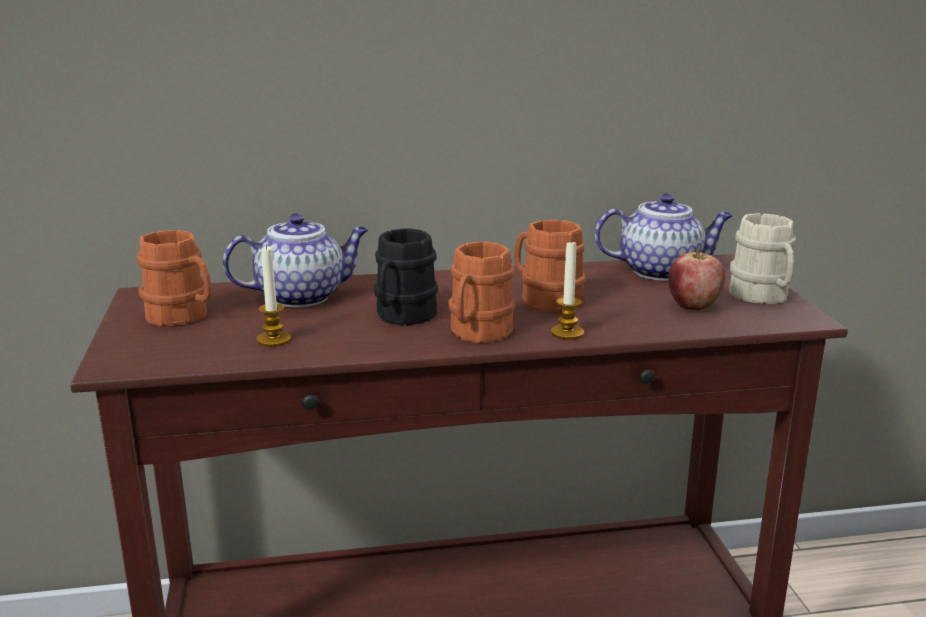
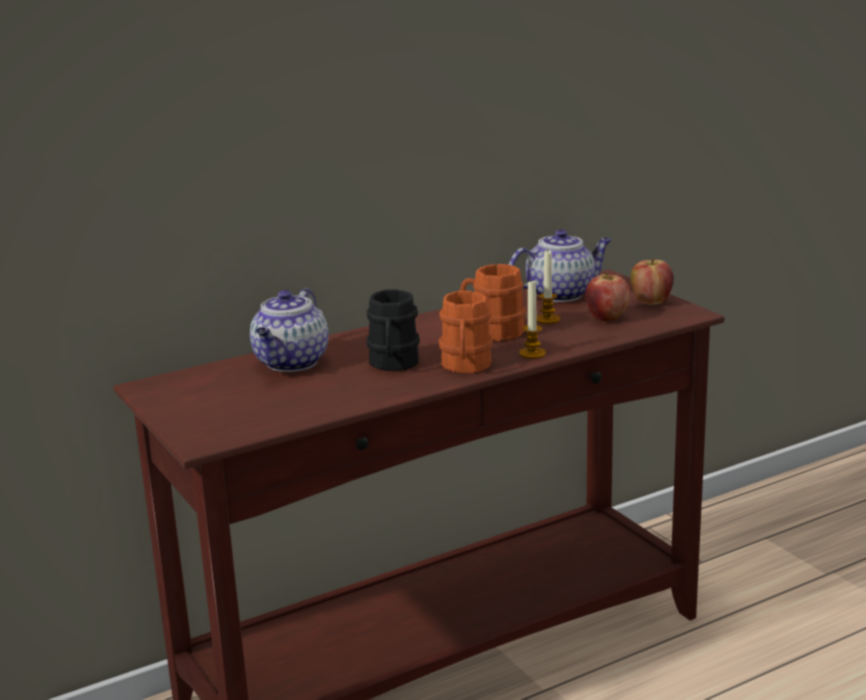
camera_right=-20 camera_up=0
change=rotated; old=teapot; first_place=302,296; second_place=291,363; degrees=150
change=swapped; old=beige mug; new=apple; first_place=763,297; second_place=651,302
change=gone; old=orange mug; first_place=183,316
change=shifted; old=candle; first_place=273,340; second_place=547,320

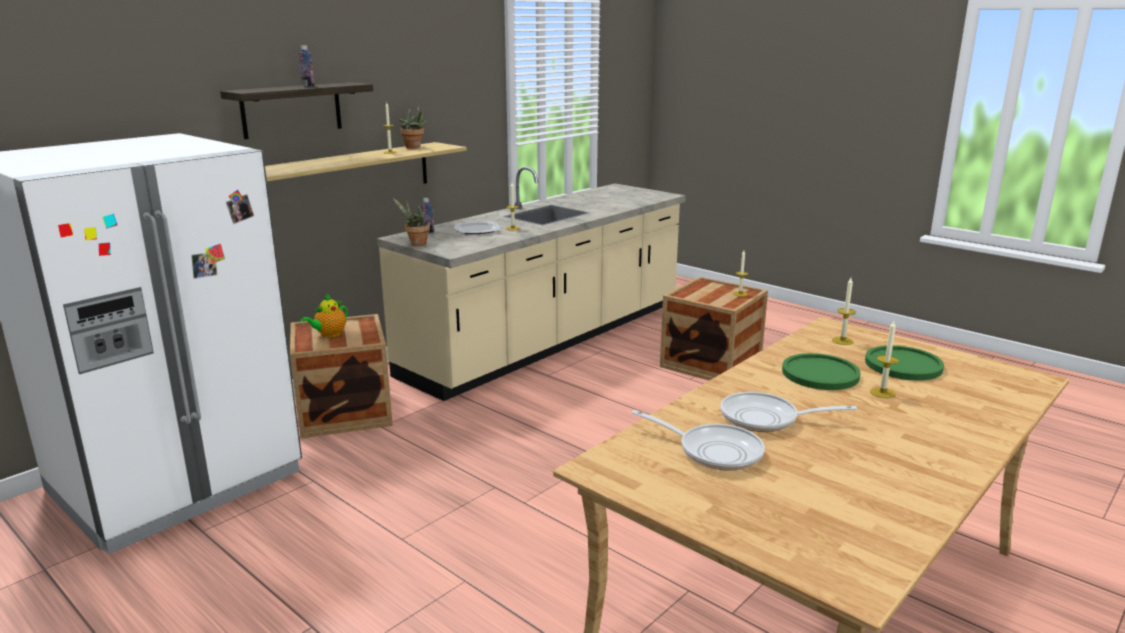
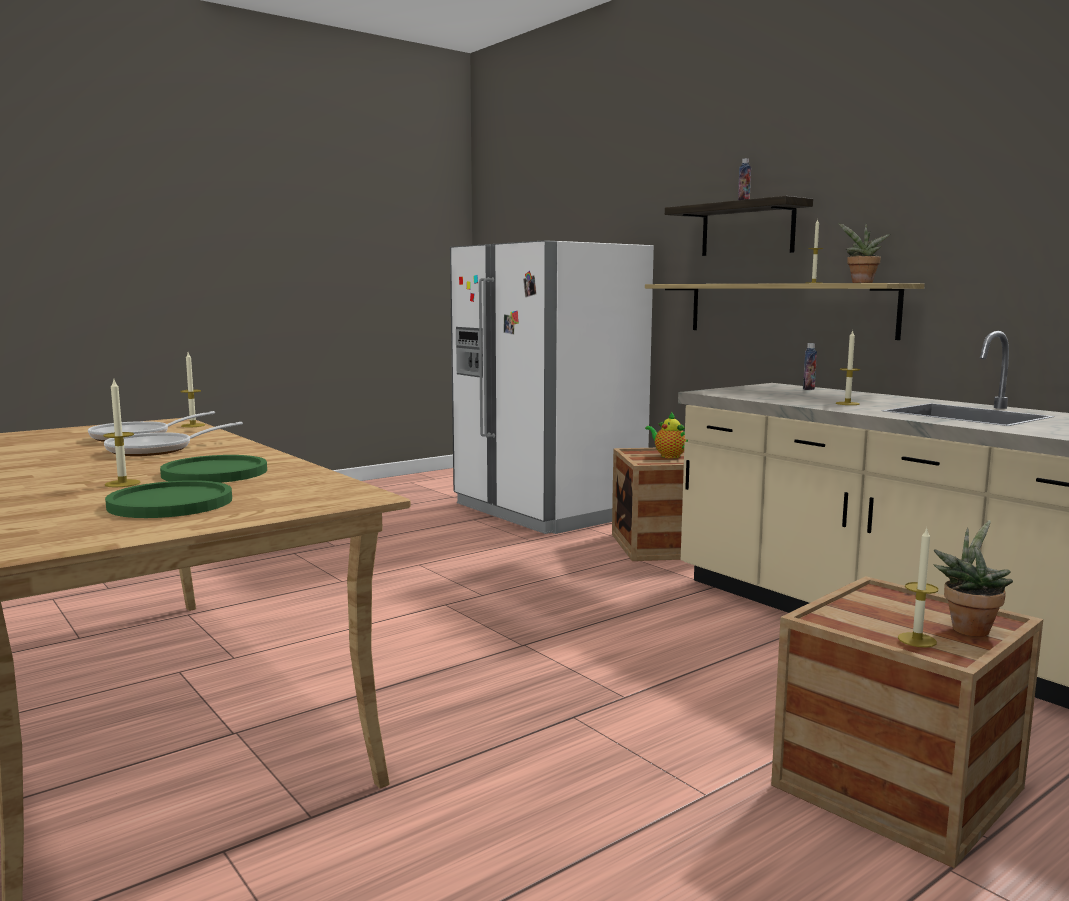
camera_right=100 camera_up=-10
change=shifted; old=potted plant; first_place=416,244; second_place=968,628
change=gone; old=plate; first_place=477,230
change=shifted; old=candle; first_place=842,341; second_place=193,425
change=rotated; old=frying pan; first_place=766,419; second_place=157,450; degrees=-150

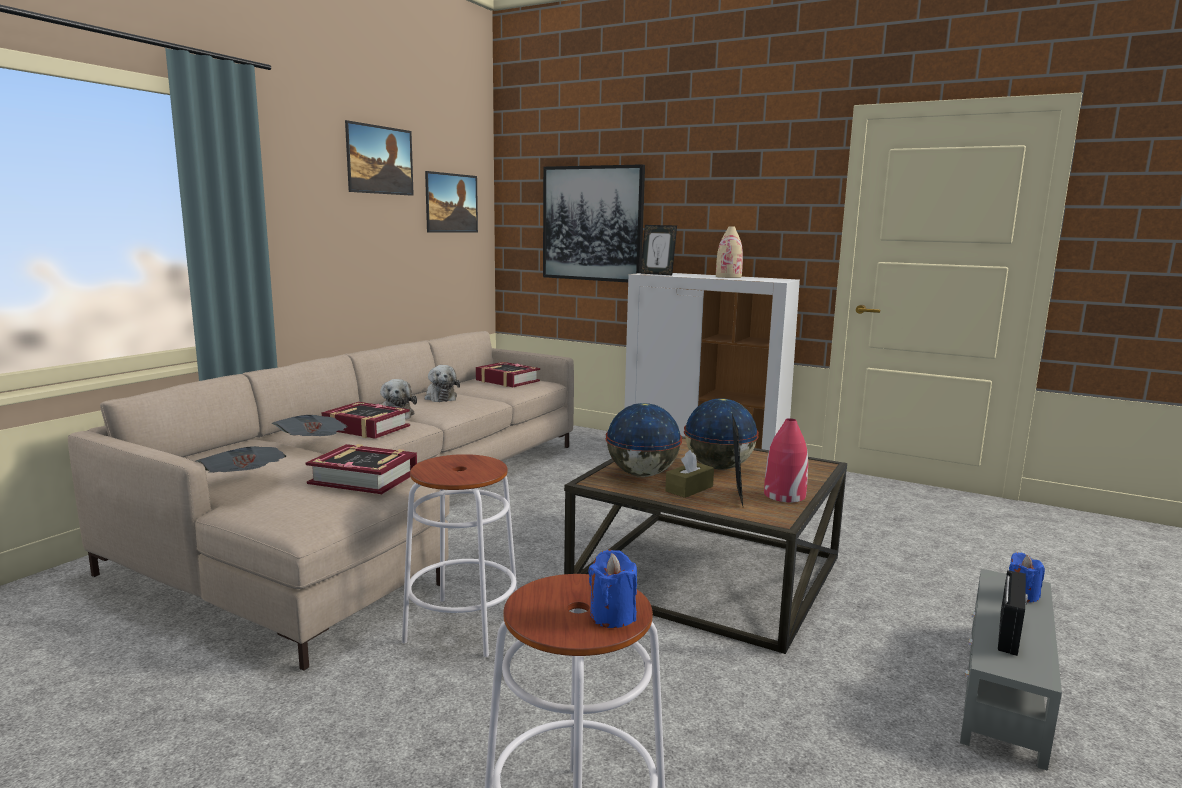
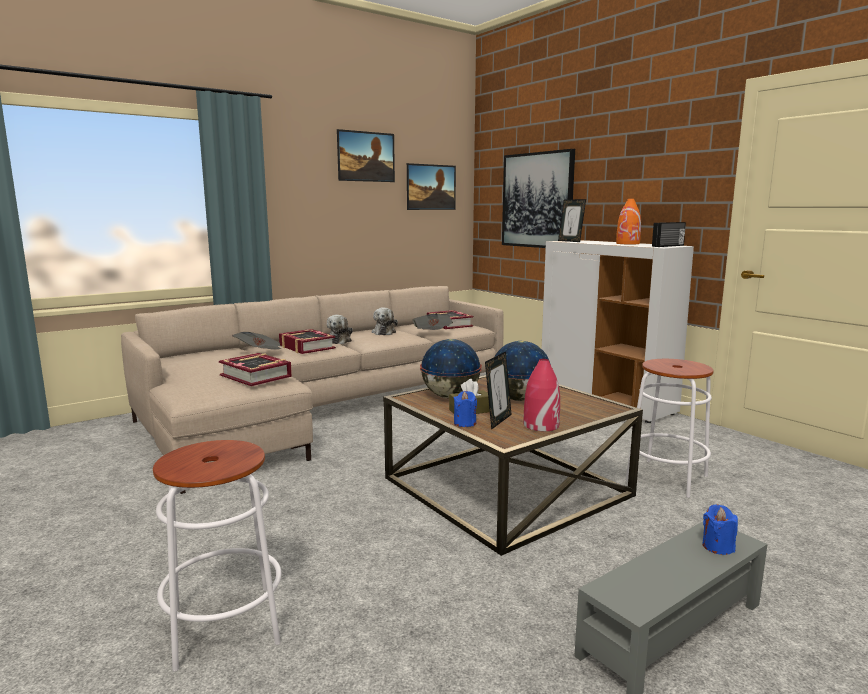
camera_right=25 camera_up=0
change=repainted; old=beige vase; new=orange vase; first_place=728,277; second_place=628,243
change=shifted; old=newspaper; first_place=244,482; second_place=432,333
change=shifted; old=white stool; first_place=462,626; second_place=666,477
change=shifted; old=blue candle; first_place=612,616; second_place=465,423
change=shifted; old=radio; first_place=1010,633; second_place=668,246

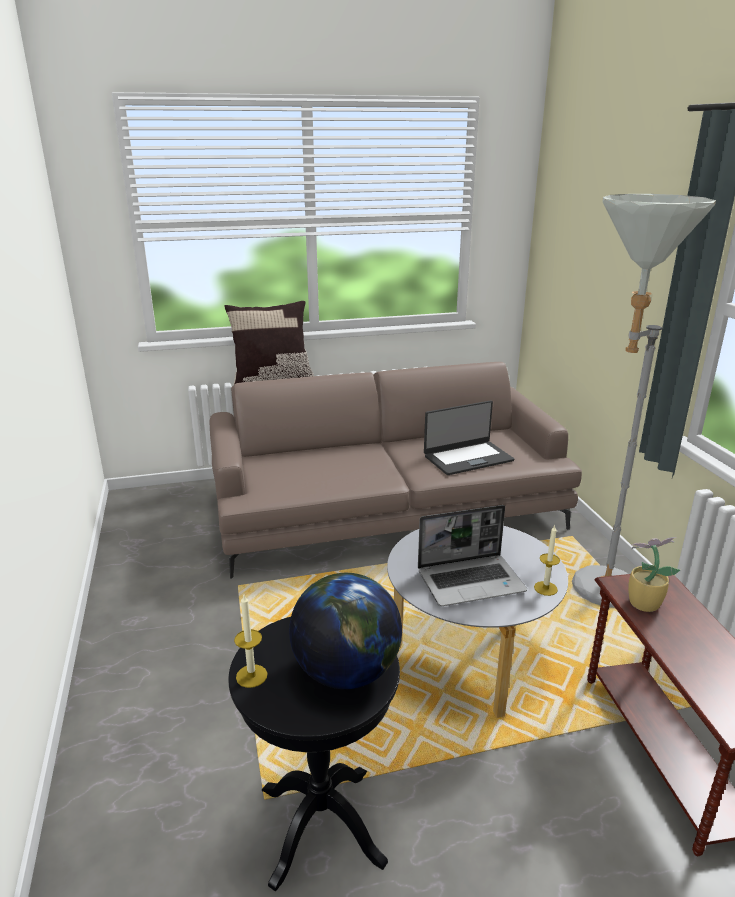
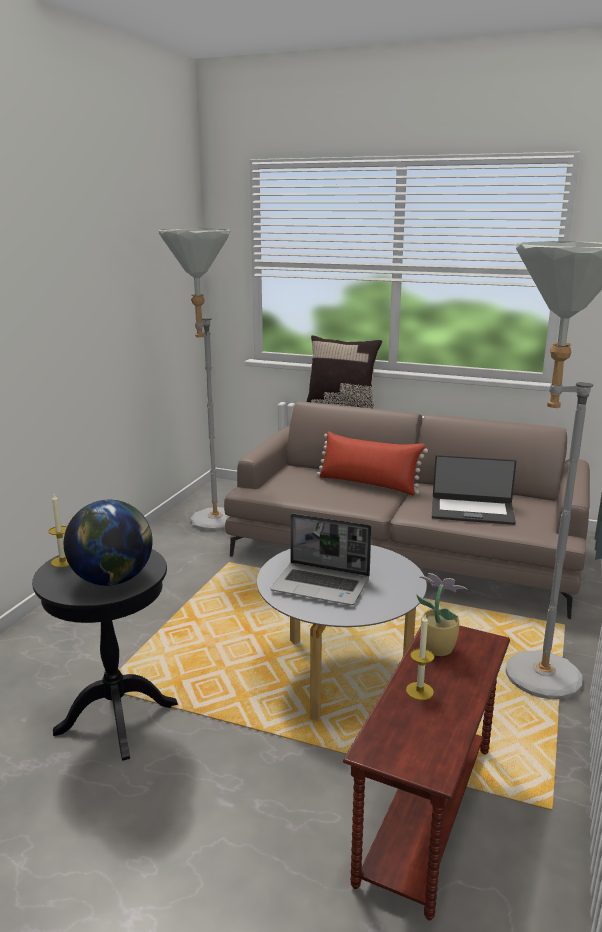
camera_right=35 camera_up=-5
change=shifted; old=candle; first_place=545,588; second_place=419,691
change=new; new=grey floor lamp; second_place=210,525
change=new; new=red pillow; second_place=368,484

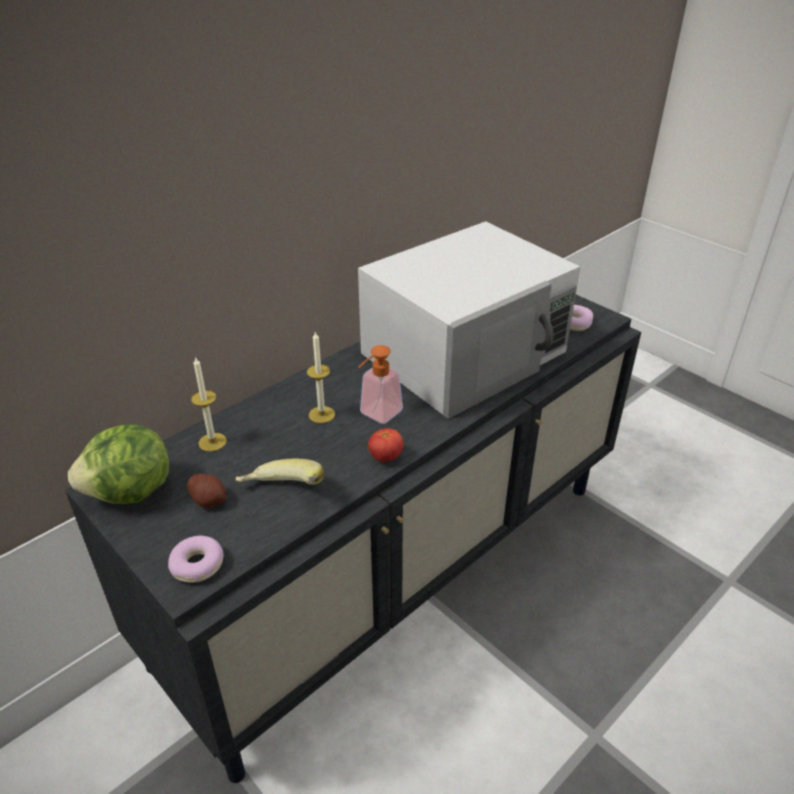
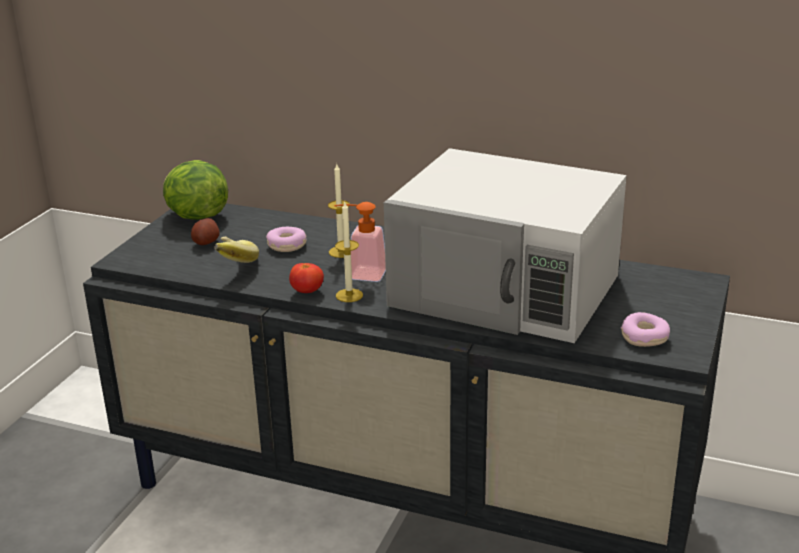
camera_right=65 camera_up=-10
change=shifted; old=candle; first_place=212,442; second_place=349,295
change=shifted; old=donut; first_place=197,565; second_place=287,246

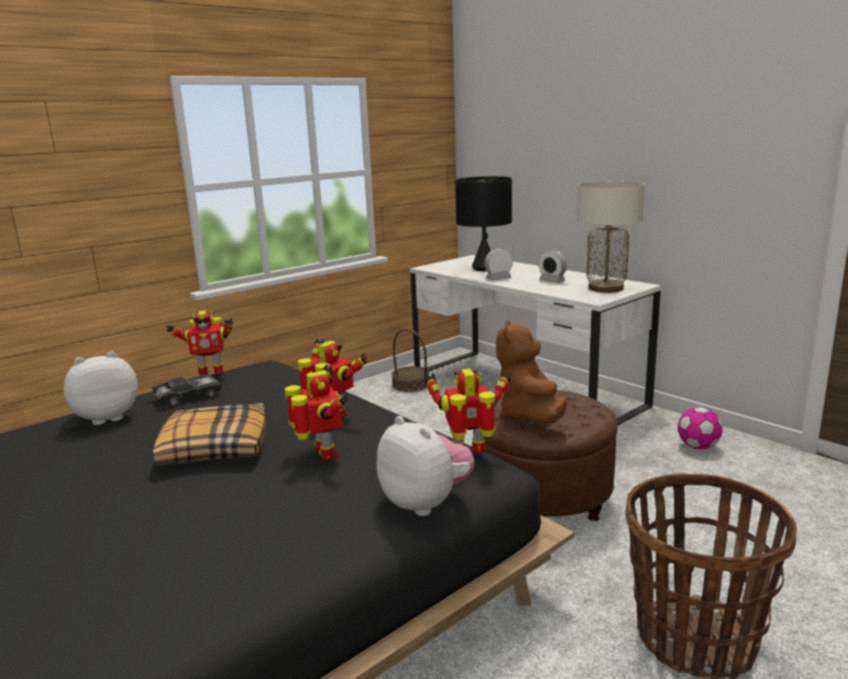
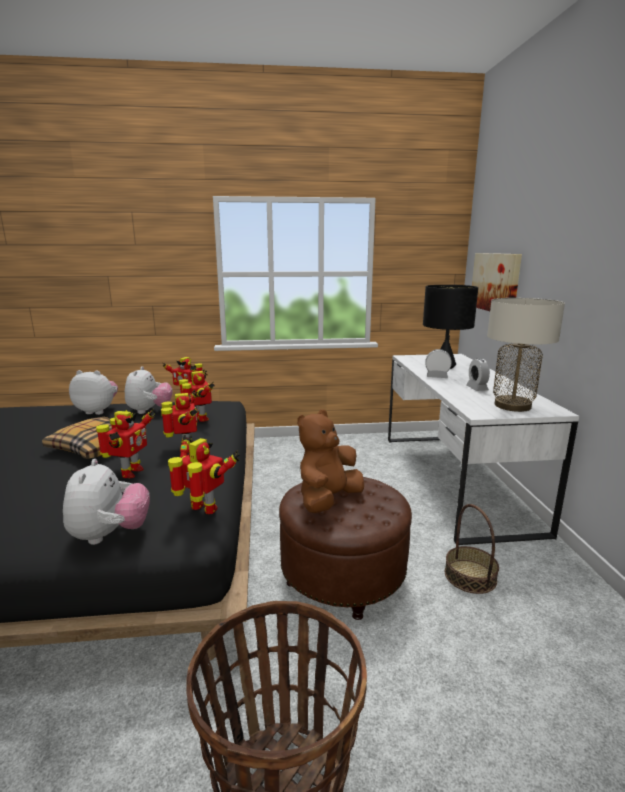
camera_right=35 camera_up=0
change=shifted; old=basket; first_place=411,385; second_place=470,576
change=swapped; old=black toy car; new=plush toy; first_place=188,396; second_place=149,411
change=gone; old=football; first_place=698,446
change=new; new=picture; second_place=495,282
change=new; new=toy robot; second_place=200,419

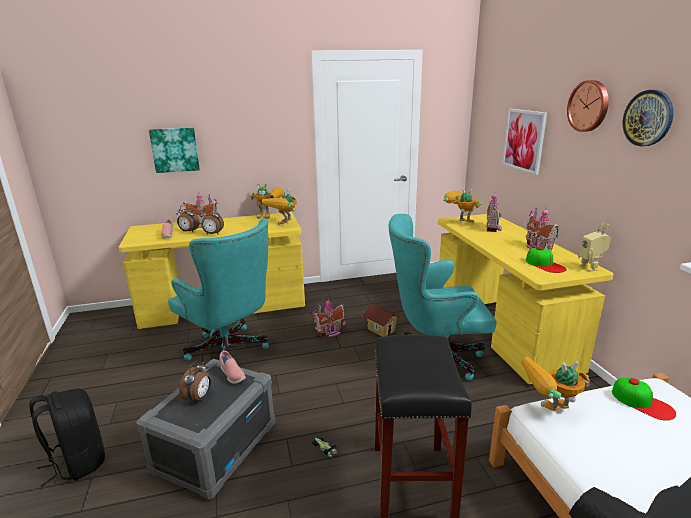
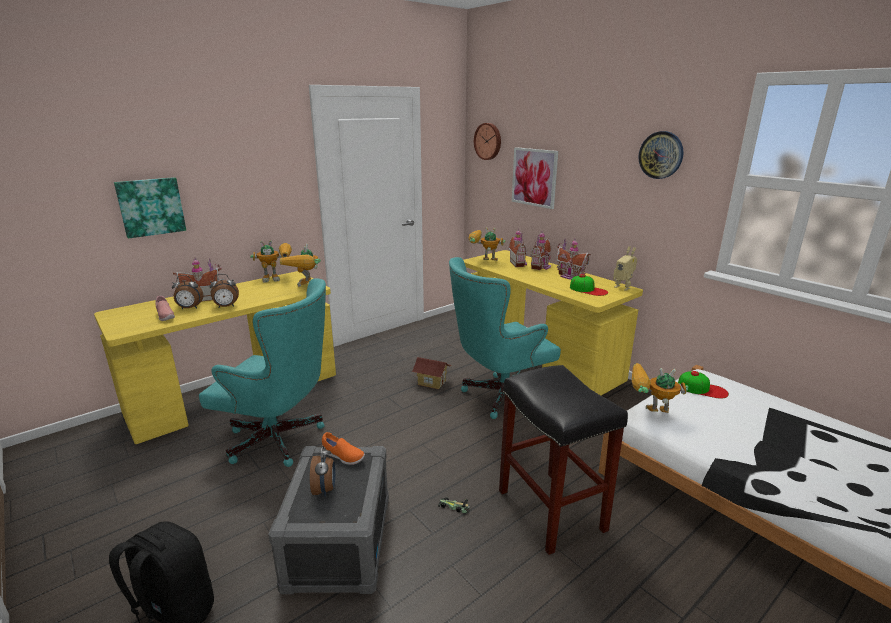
camera_right=-25 camera_up=0
change=shifted; old=wall clock; first_place=589,106; second_place=488,141
change=shifted; old=toy house; first_place=330,332; second_place=542,267
change=repainted; old=pink shoe; new=orange shoe; first_place=232,375; second_place=343,457
change=rotated; old=toy robot; first_place=548,413; second_place=649,414; degrees=45

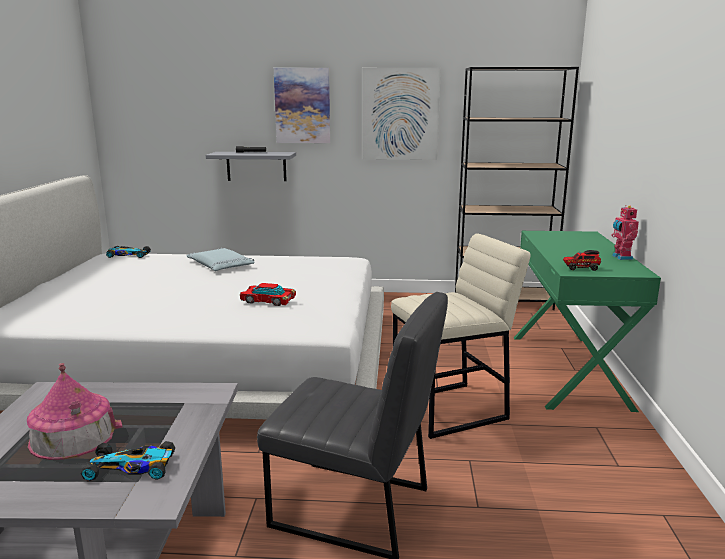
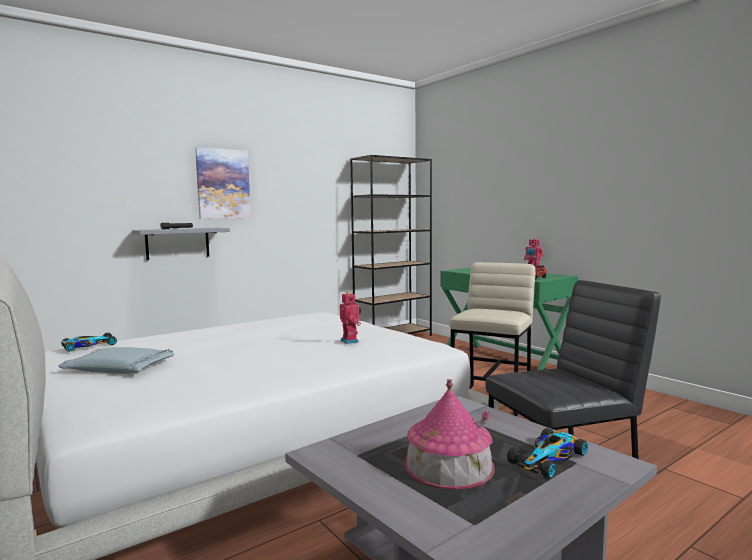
camera_right=-40 camera_up=-10
change=gone; old=picture; first_place=400,114
change=shifted; old=blue pillow; first_place=220,264; second_place=119,367
change=swapped; old=toy car; new=toy robot; first_place=268,300; second_place=350,341

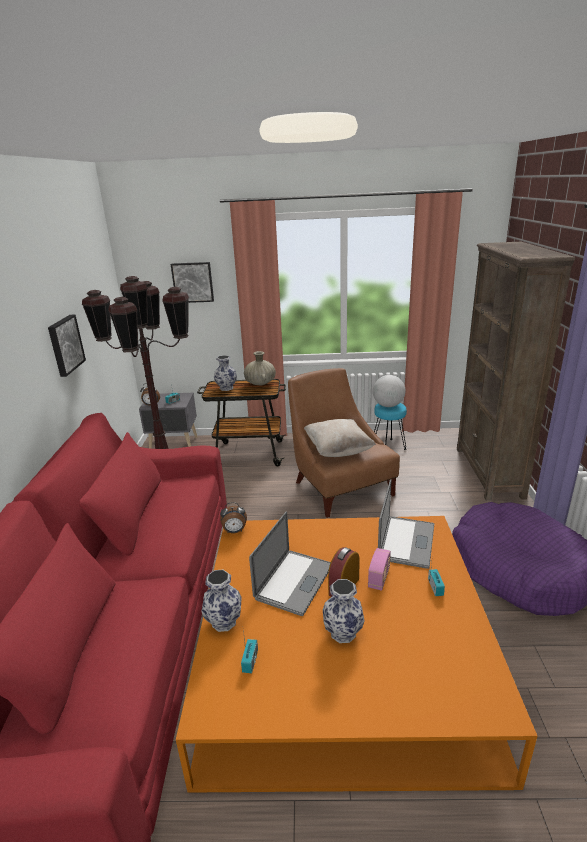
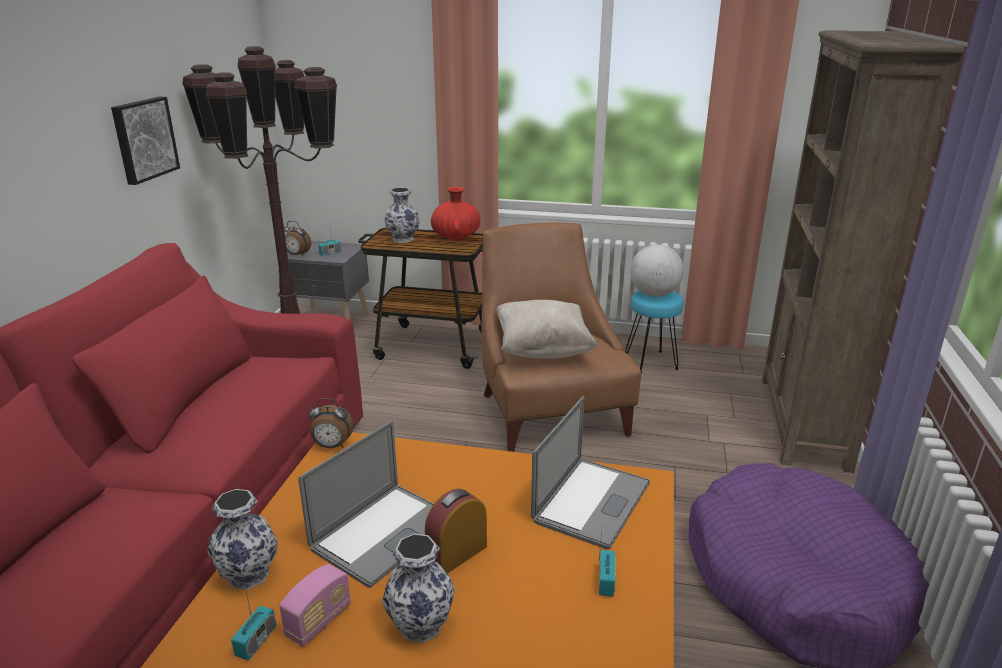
camera_right=10 camera_up=0
change=gone; old=picture; first_place=193,282
change=repainted; old=beige vase; new=red vase; first_place=260,383; second_place=456,237
change=shifted; old=radio; first_place=379,578; second_place=319,621

